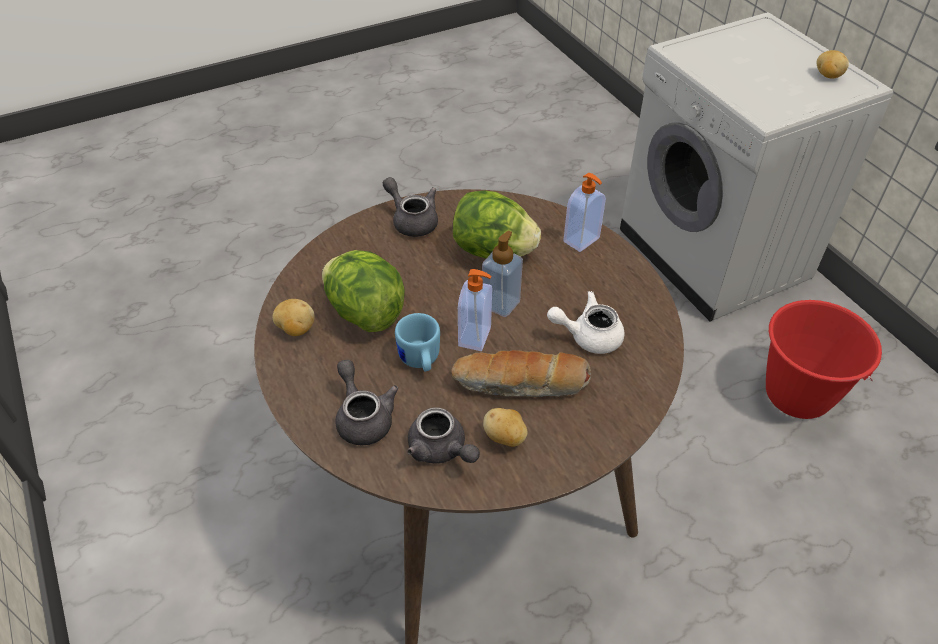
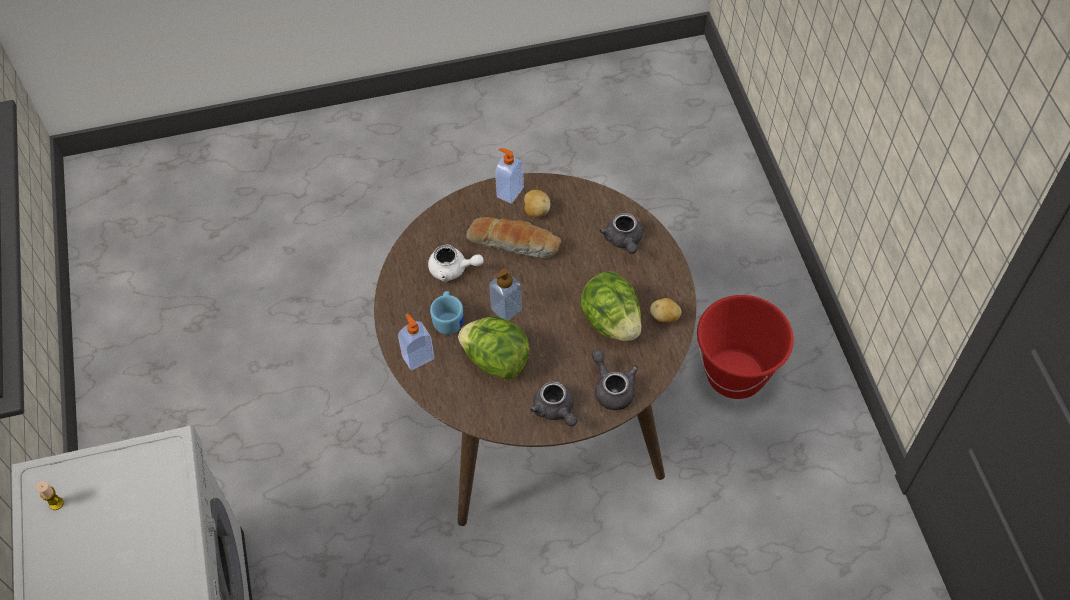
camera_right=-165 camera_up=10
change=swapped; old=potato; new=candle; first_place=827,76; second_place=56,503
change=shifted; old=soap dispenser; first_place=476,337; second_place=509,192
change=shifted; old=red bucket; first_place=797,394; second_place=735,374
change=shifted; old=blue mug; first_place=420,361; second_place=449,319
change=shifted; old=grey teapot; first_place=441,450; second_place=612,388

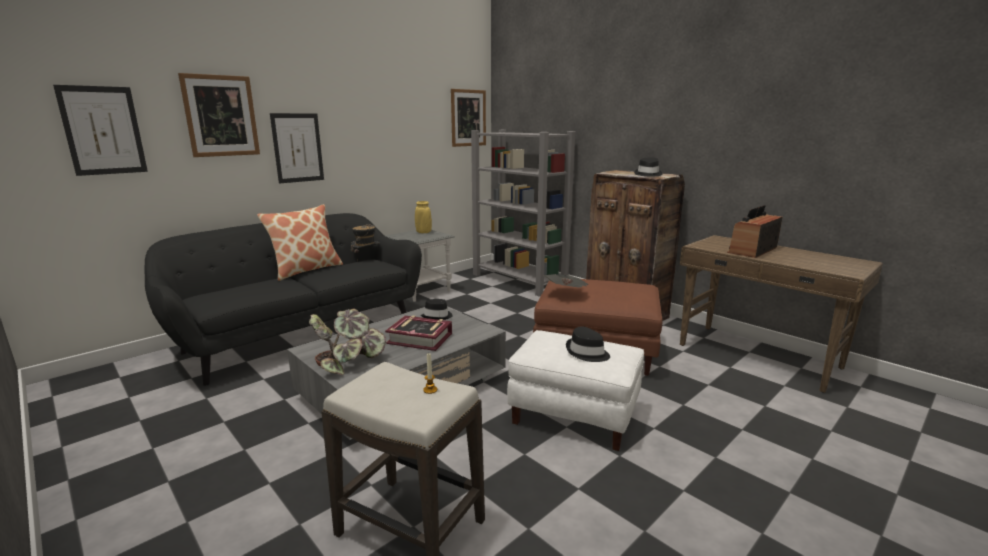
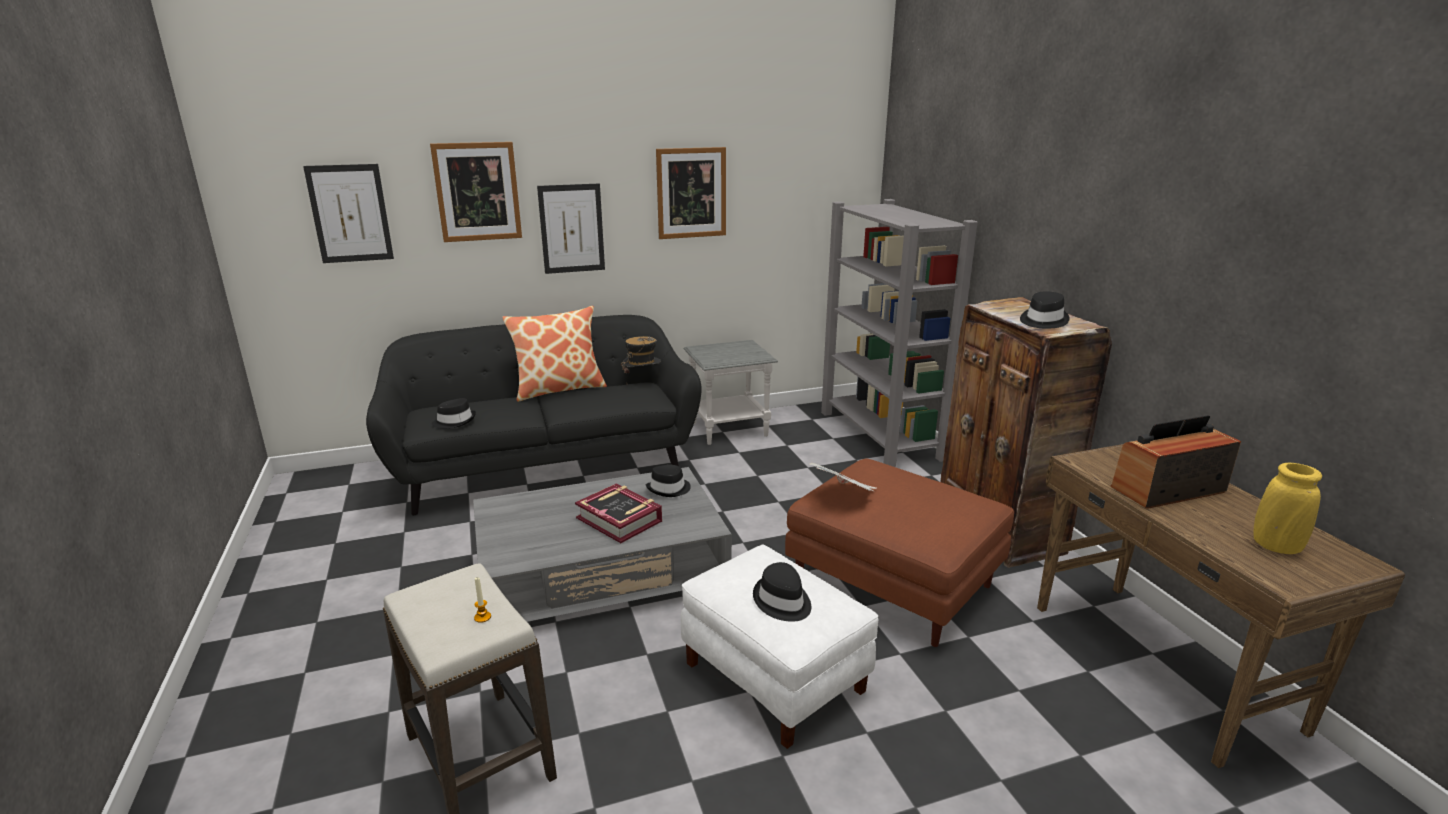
camera_right=25 camera_up=5
change=shifted; old=picture; first_place=468,118; second_place=691,193
change=shifted; old=yellow vase; first_place=423,232; second_place=1275,547
change=gone; old=potted plant; first_place=348,362
change=new; new=black hat; second_place=455,421

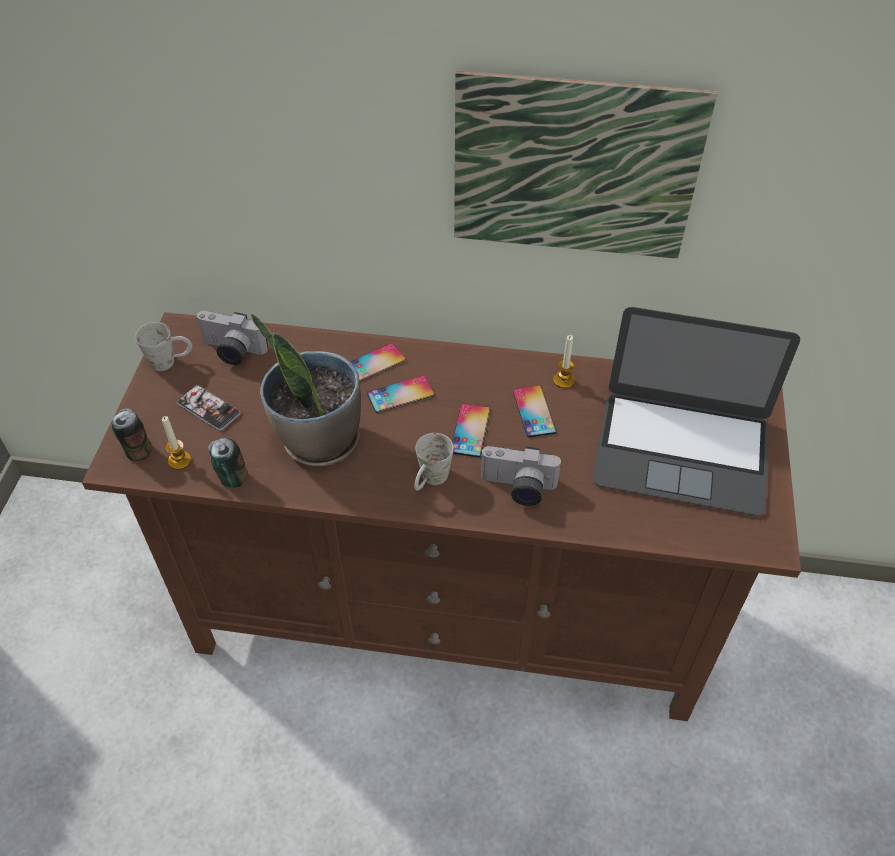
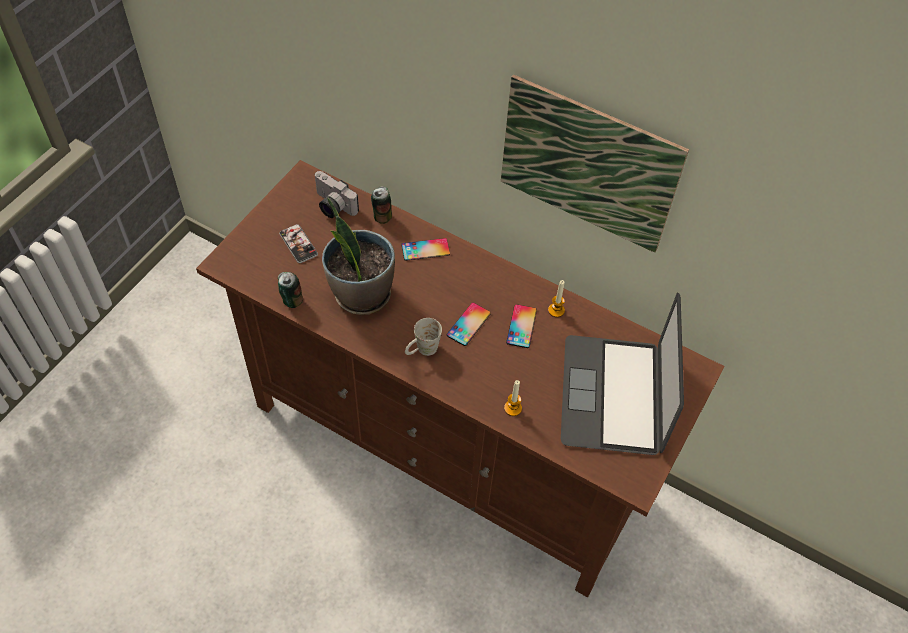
camera_right=20 camera_up=5
change=rotated; old=laptop; first_place=682,451; second_place=613,395; degrees=60
change=gone; old=white mug; first_place=170,361
change=gone; old=phone; first_place=400,394
change=shifted; old=can; first_place=138,451; second_place=382,216
change=shifted; old=candle; first_place=179,460; second_place=513,408
change=gone; old=photo camera; first_place=517,488

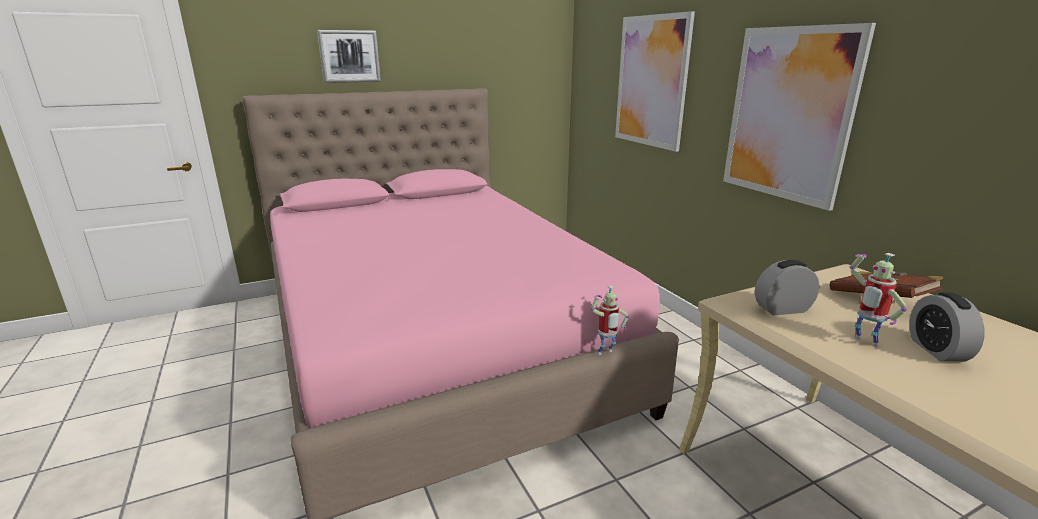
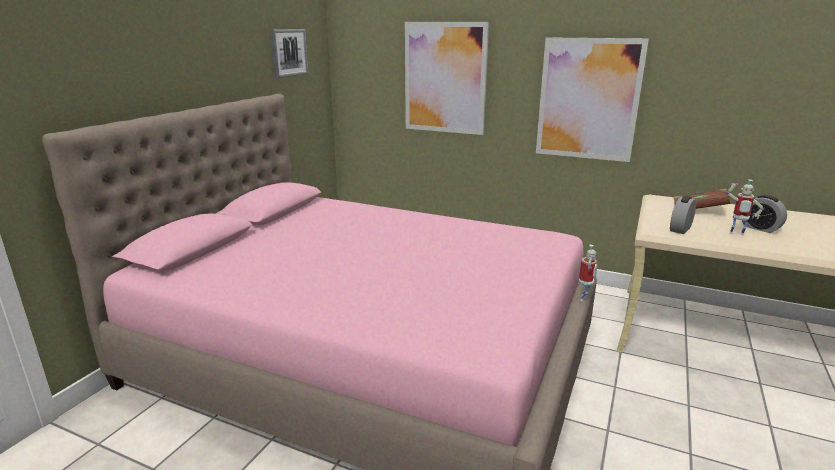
camera_right=-40 camera_up=0
change=shifted; old=picture; first_place=349,56; second_place=289,53

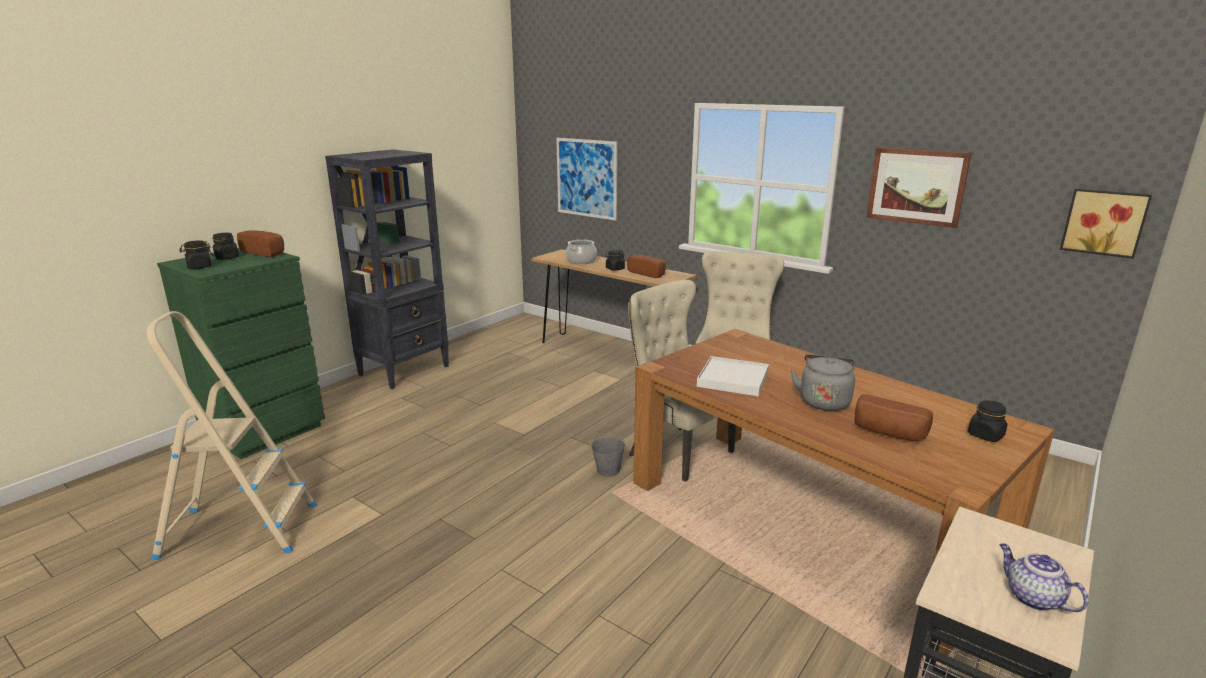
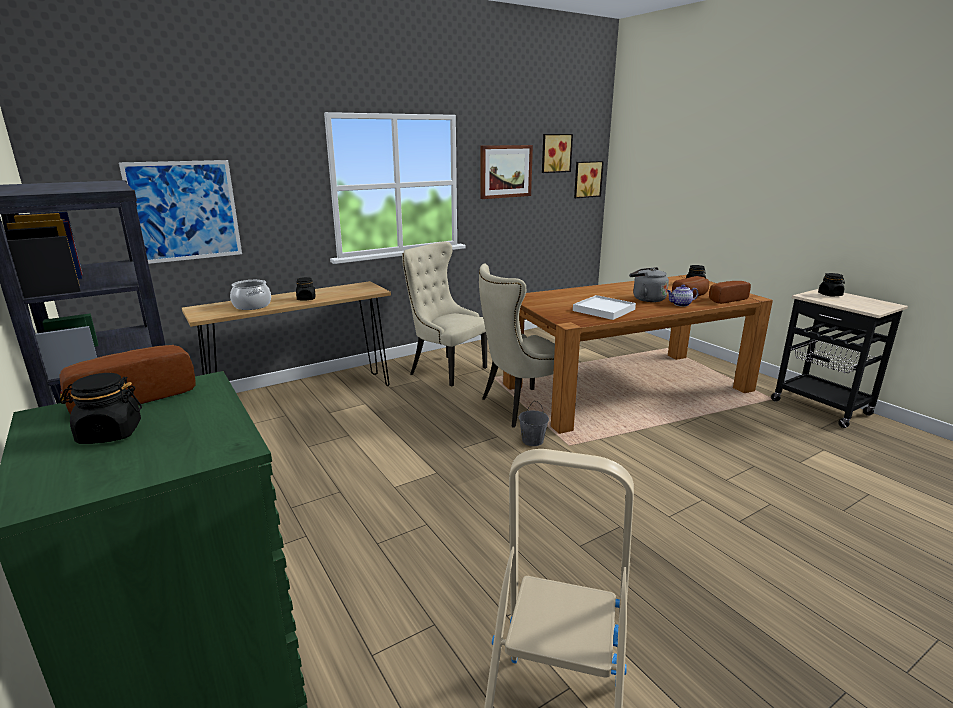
camera_right=-70 camera_up=0
change=shifted; old=black jar; first_place=199,267; second_place=830,295
change=shifted; old=bread; first_place=648,273; second_place=725,299
change=shifted; old=teapot; first_place=1032,597; second_place=680,304
change=new; new=picture; second_place=555,153

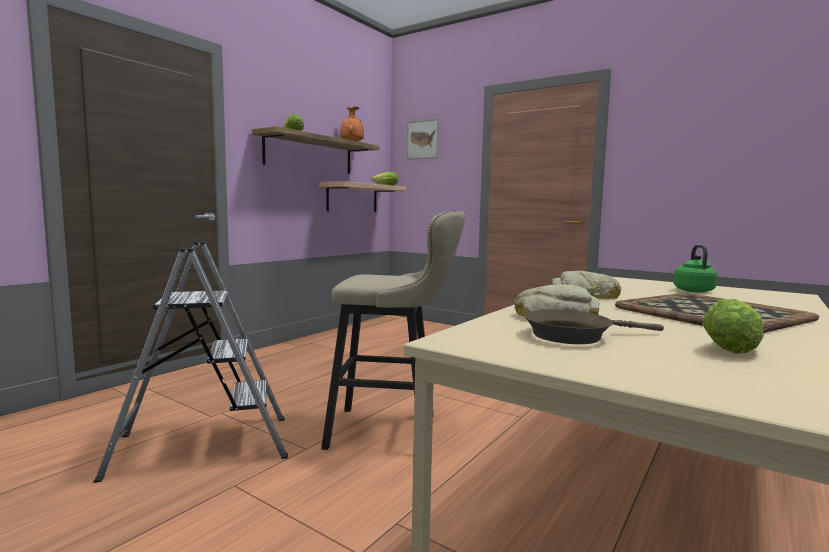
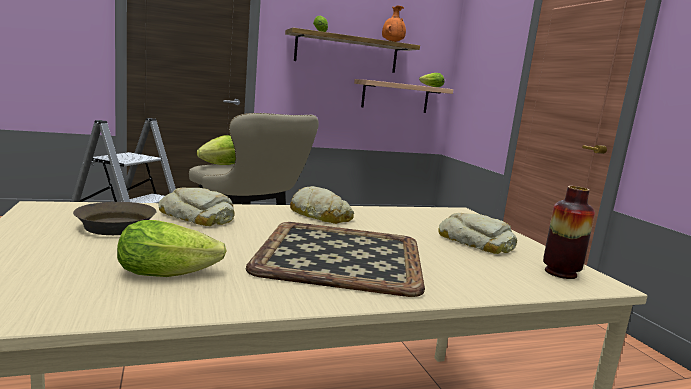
camera_right=35 camera_up=5
change=gone; old=picture; first_place=423,139
change=swapped; old=green kettle; new=bread; first_place=692,290; second_place=476,242
change=new; new=lettuce; second_place=221,165
change=new; new=vase; second_place=560,273

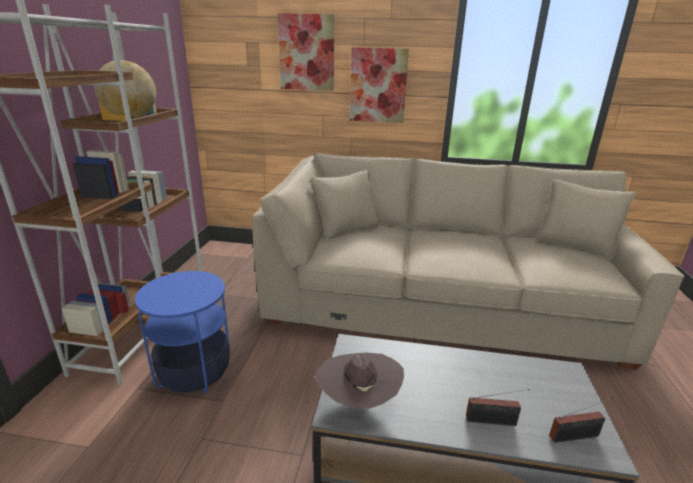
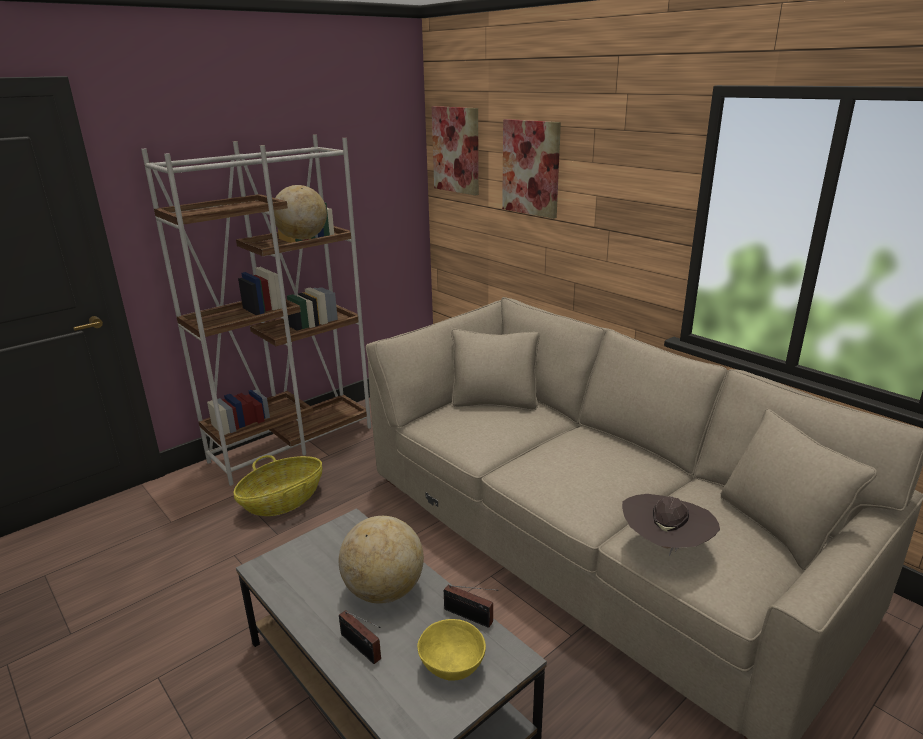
camera_right=40 camera_up=0
change=shifted; old=picture; first_place=378,85; second_place=456,150
change=swapped; old=blue side table; new=basket; first_place=194,374; second_place=283,501
change=shifted; old=brown hat; first_place=358,401; second_place=665,546
change=shifted; old=radio; first_place=576,436; second_place=470,617
change=new; new=globe; second_place=384,591
change=new; new=yellow bowl; second_place=451,665

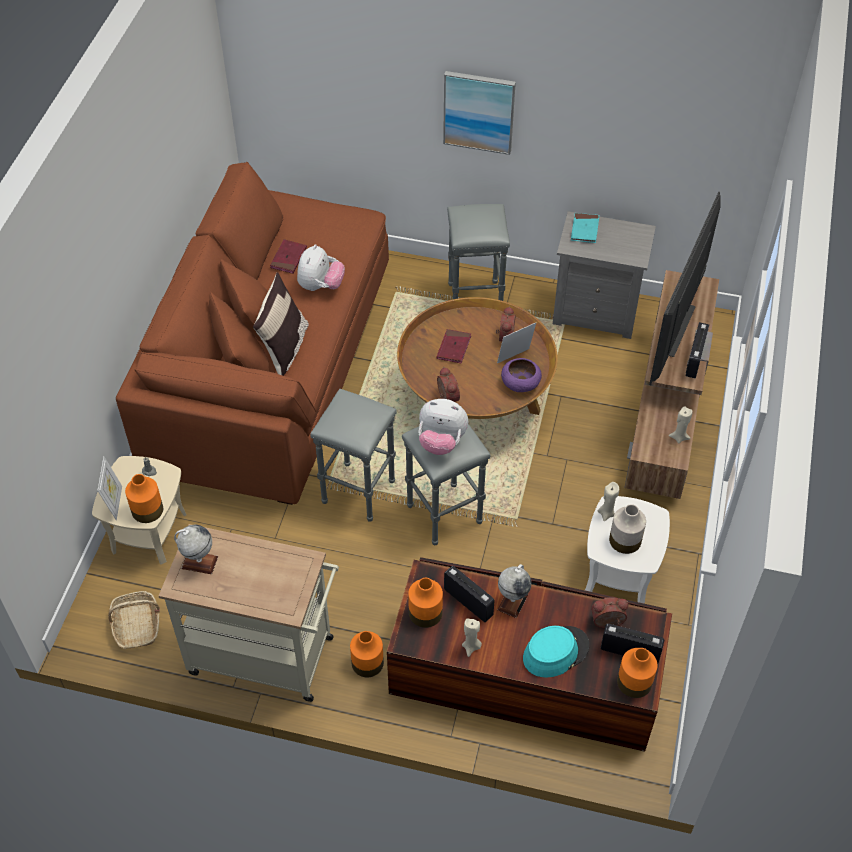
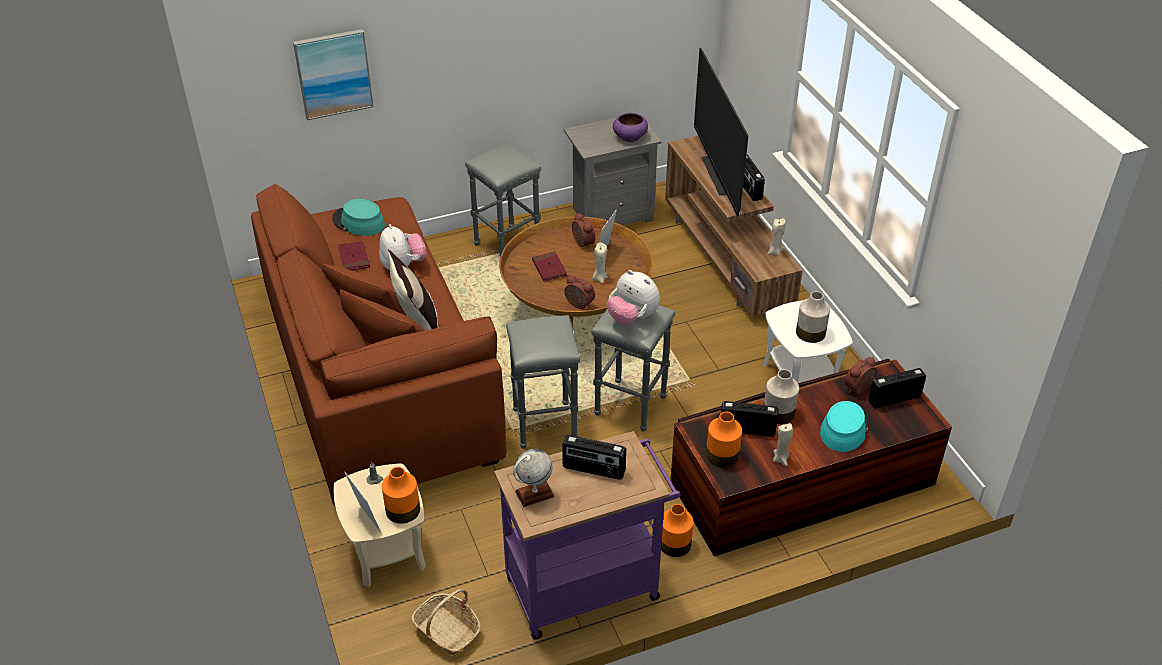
camera_right=-35 camera_up=-10
change=shifted; old=picture; first_place=479,111; second_place=333,73
change=gone; old=turquoise book; first_place=584,229
change=shifted; old=purple bowl; first_place=520,383; second_place=629,136
change=rotated; old=plush toy; first_place=441,441; second_place=632,317; degrees=60
change=shifted; old=beige candle; first_place=606,513; second_place=599,278
change=repainted; old=beige cart; new=purple cart; first_place=266,657; second_place=587,588
change=swapped; old=globe; new=beige vase; first_place=512,601; second_place=779,412
change=gone; old=orange vase; first_place=634,682
change=new; new=turquoise hat; second_place=358,222
change=new; new=radio; second_place=593,470

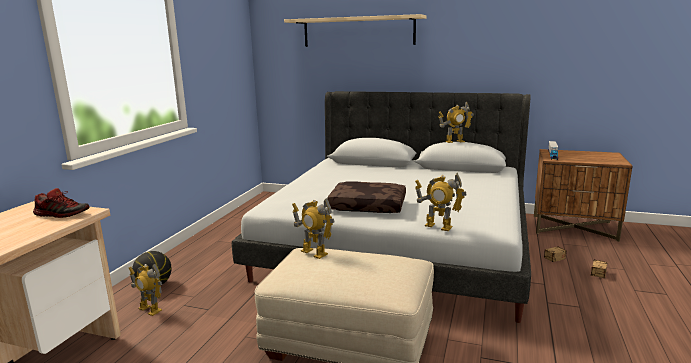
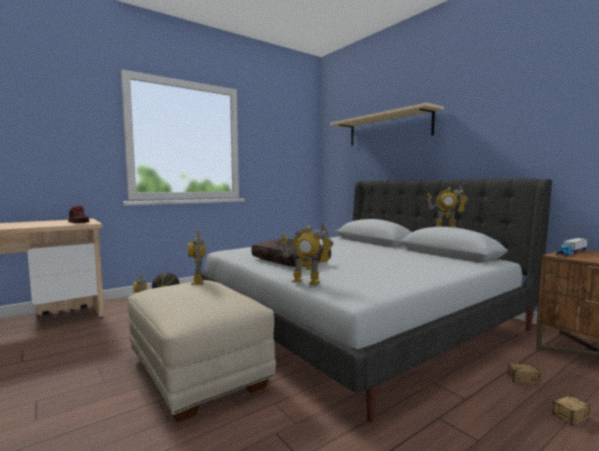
camera_right=35 camera_up=-10
change=rotated; old=toy robot; first_place=438,226; second_place=306,282; degrees=-45

